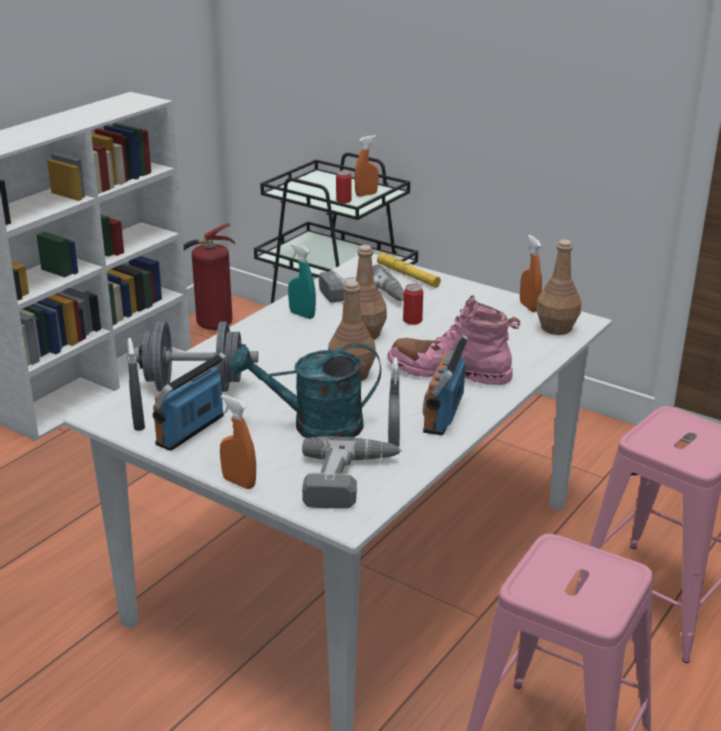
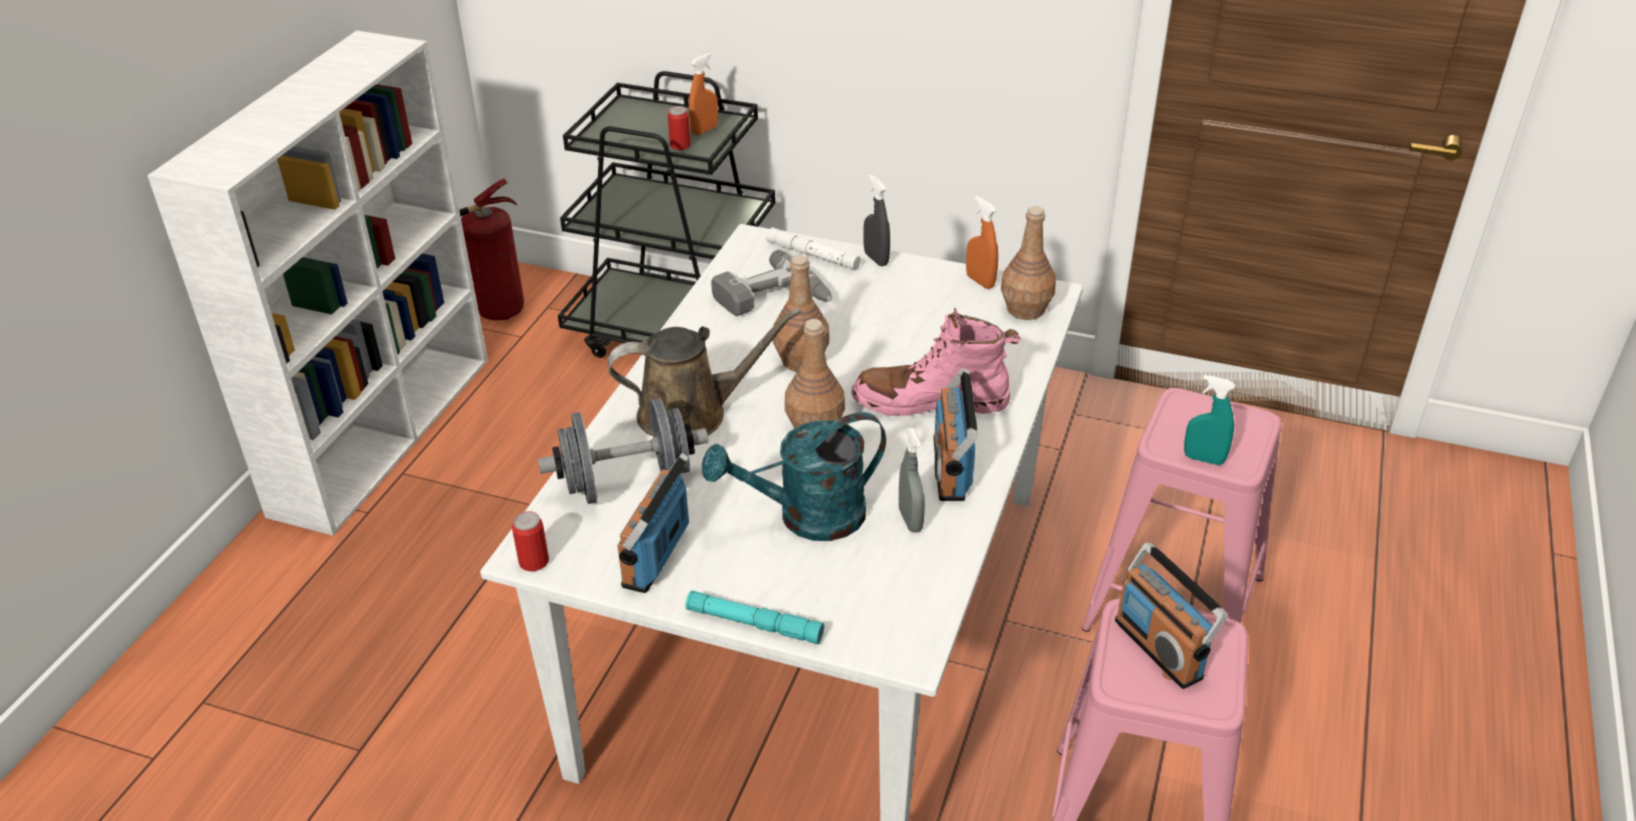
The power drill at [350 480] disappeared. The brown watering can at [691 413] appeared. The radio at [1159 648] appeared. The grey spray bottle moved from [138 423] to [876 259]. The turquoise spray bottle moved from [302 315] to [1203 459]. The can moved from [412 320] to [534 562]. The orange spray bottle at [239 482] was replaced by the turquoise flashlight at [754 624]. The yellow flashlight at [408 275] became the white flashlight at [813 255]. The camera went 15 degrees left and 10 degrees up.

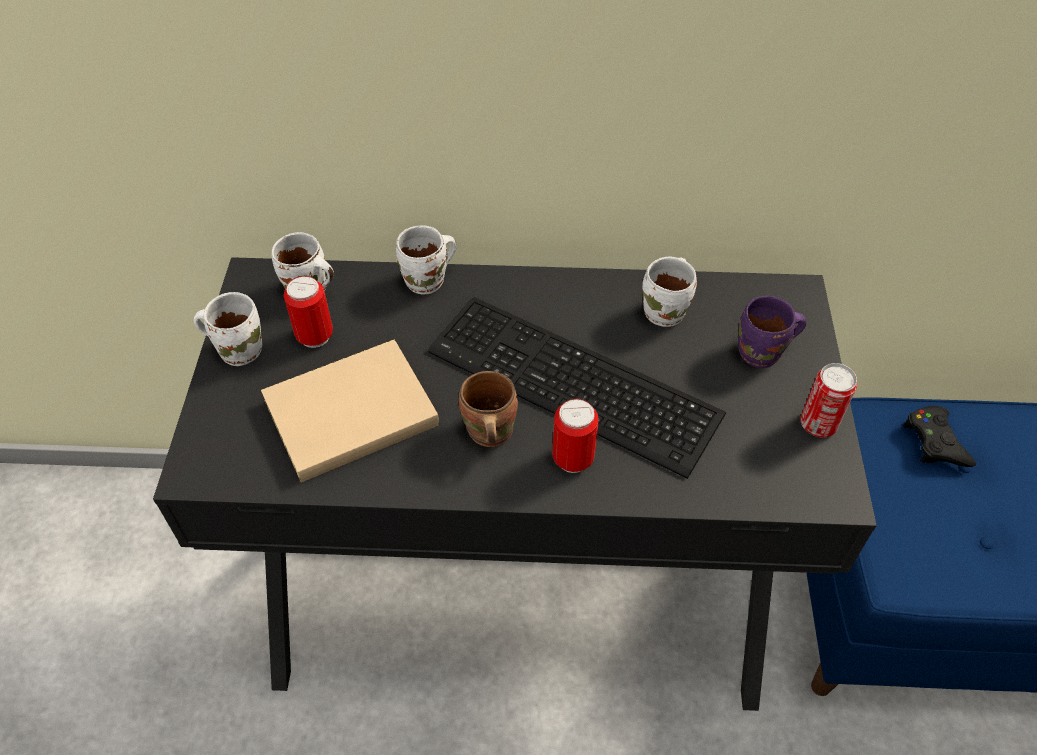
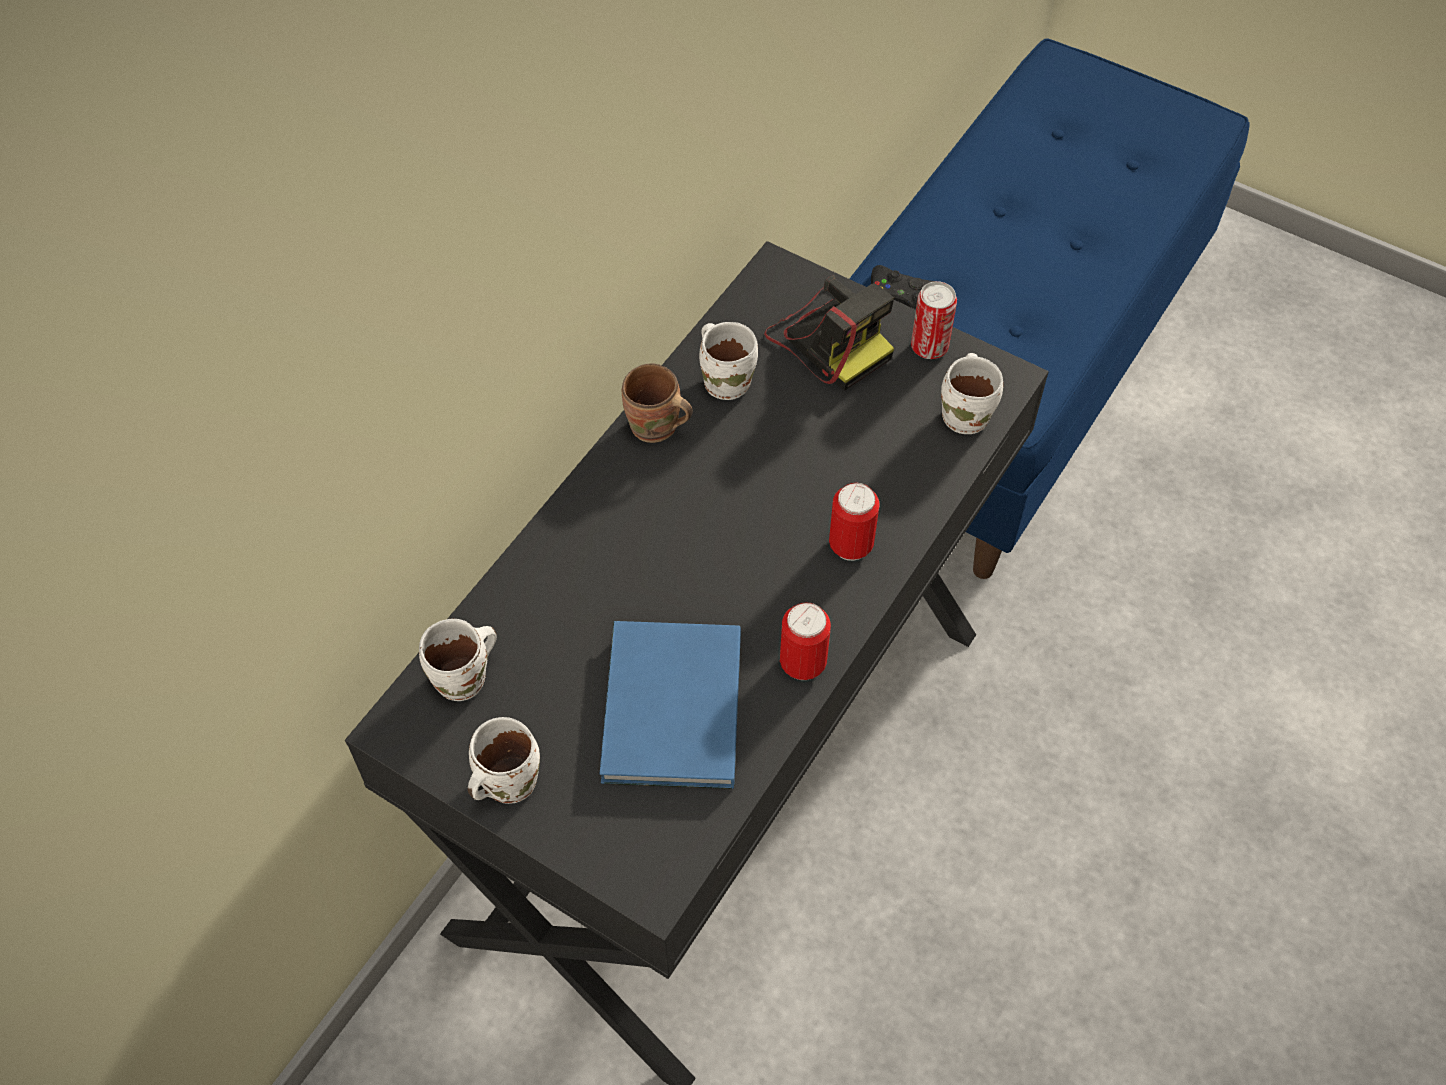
The keyboard at [573 388] disappeared. The can moved from [315 336] to [802 664]. The white mug moved from [428 282] to [968 415]. The brown mug moved from [487 433] to [655 429]. The purple mug at [762 355] was replaced by the photo camera at [829 339]. The beige book at [346 413] became the blue book at [669 712]. The camera went 60 degrees left and 5 degrees up.

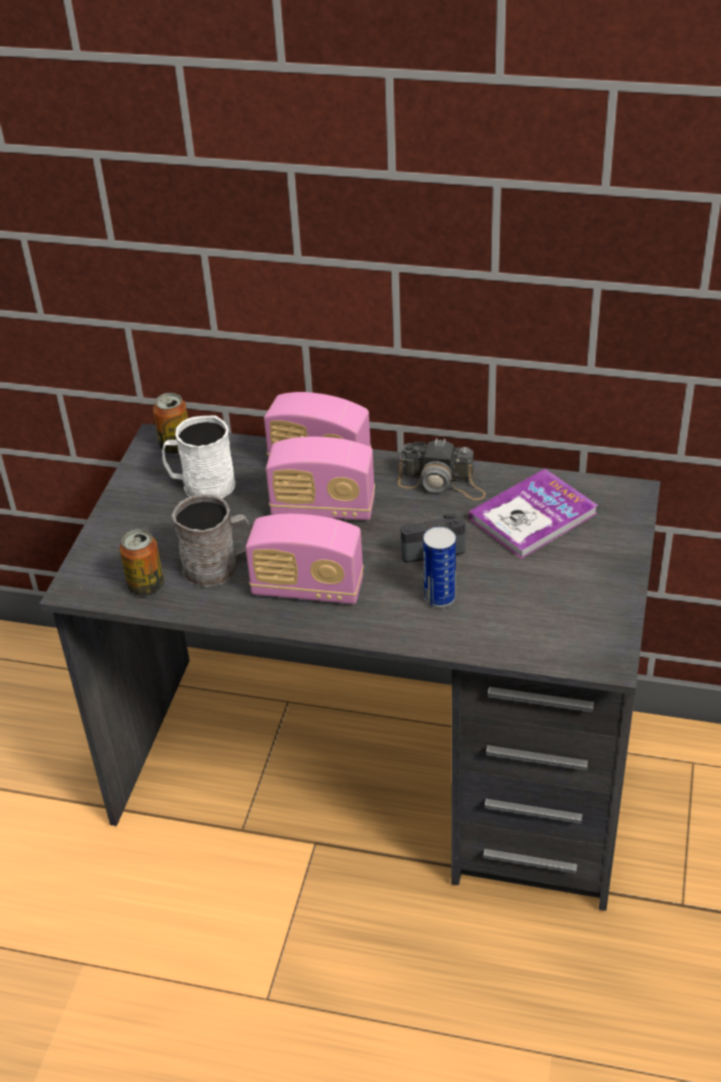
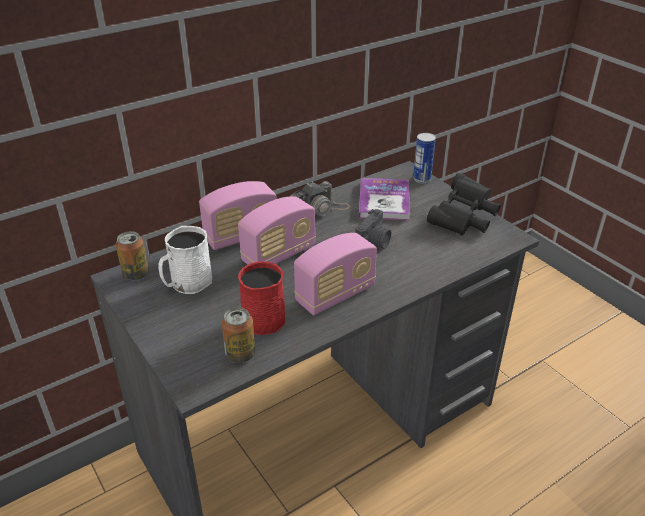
The black binoculars at [463 219] appeared. The can moved from [440 598] to [422 179]. The grey mug at [218 566] became the red mug at [267 316]. The camera went 50 degrees left and 5 degrees down.

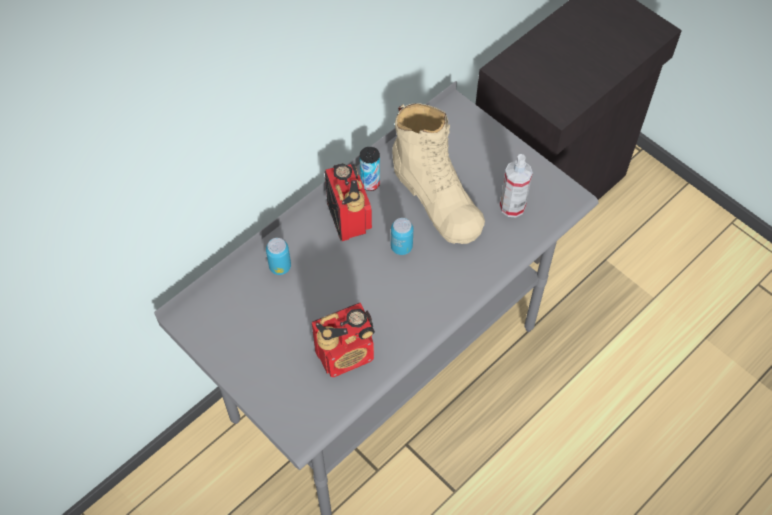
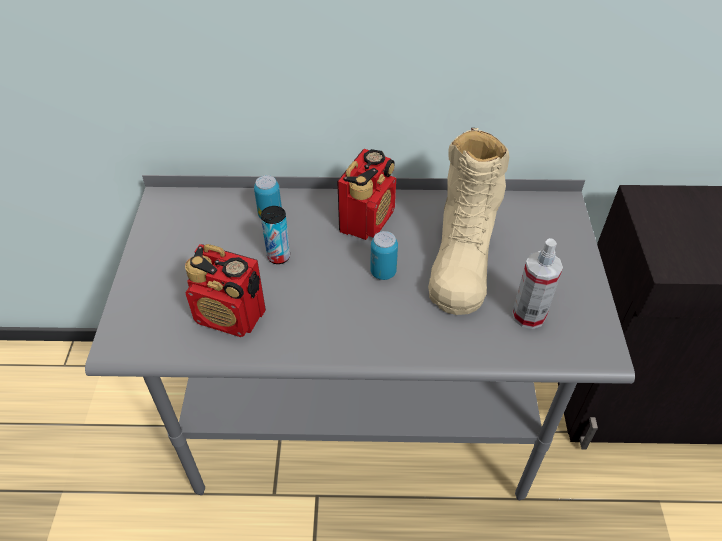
The can moved from [370 184] to [278 256]. The camera went 45 degrees right and 10 degrees down.

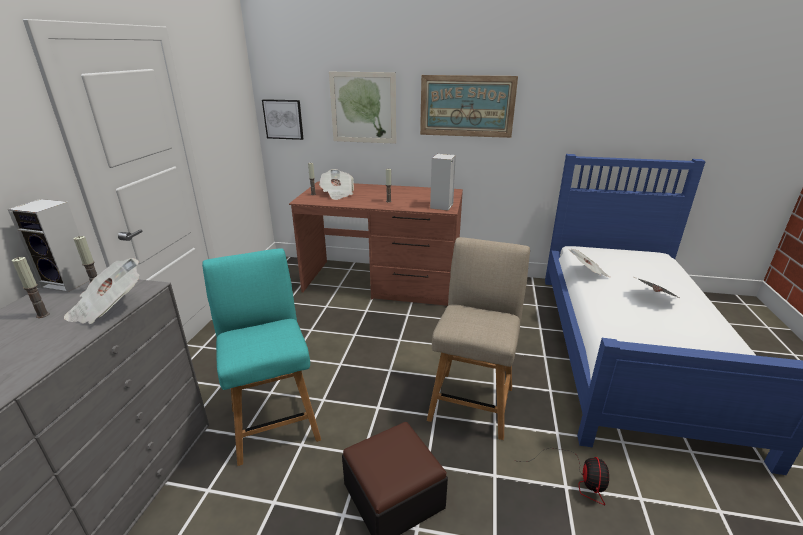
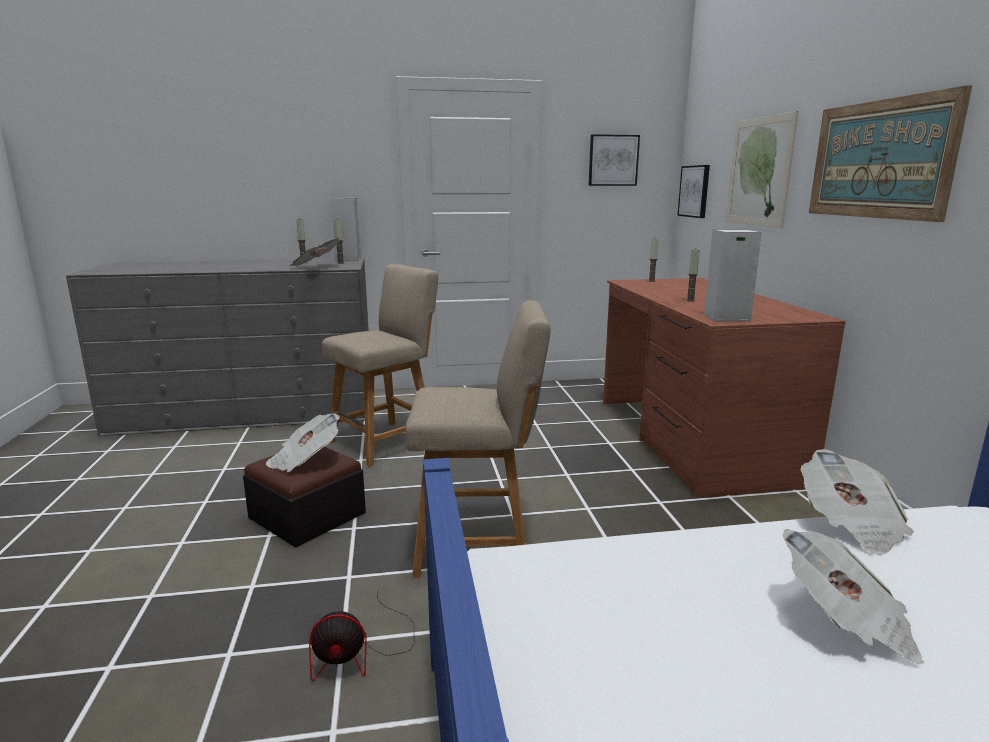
The picture at [613 160] appeared. The newspaper moved from [337 194] to [305 460]. The turquoise chair at [274 420] became the beige chair at [387 441]. The camera went 70 degrees right and 10 degrees down.

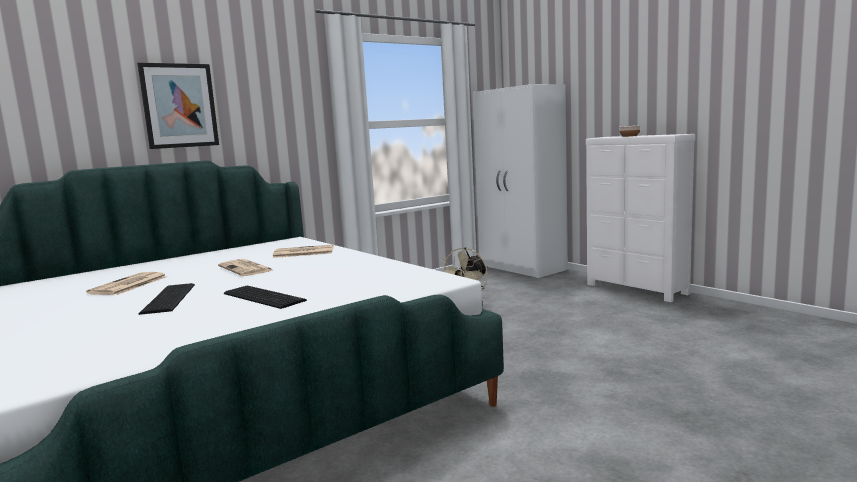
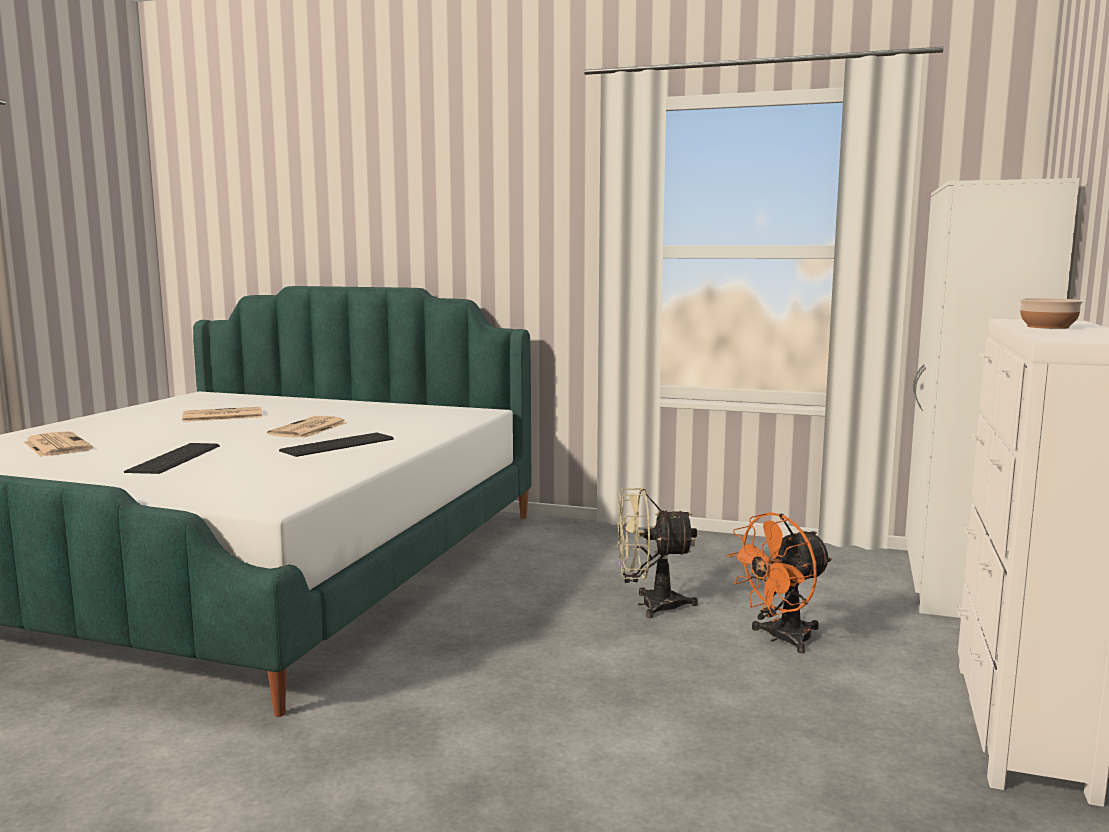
The picture at [179 106] disappeared. The orange fan at [780 639] appeared. The keyboard moved from [167 299] to [335 445]. The newspaper moved from [303 252] to [56 445]. The camera went 55 degrees right and 0 degrees up.

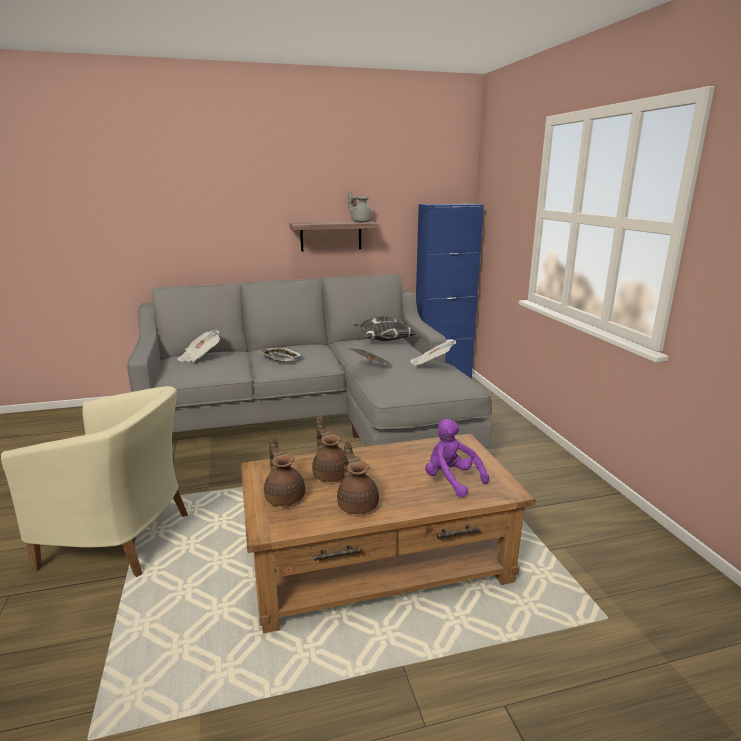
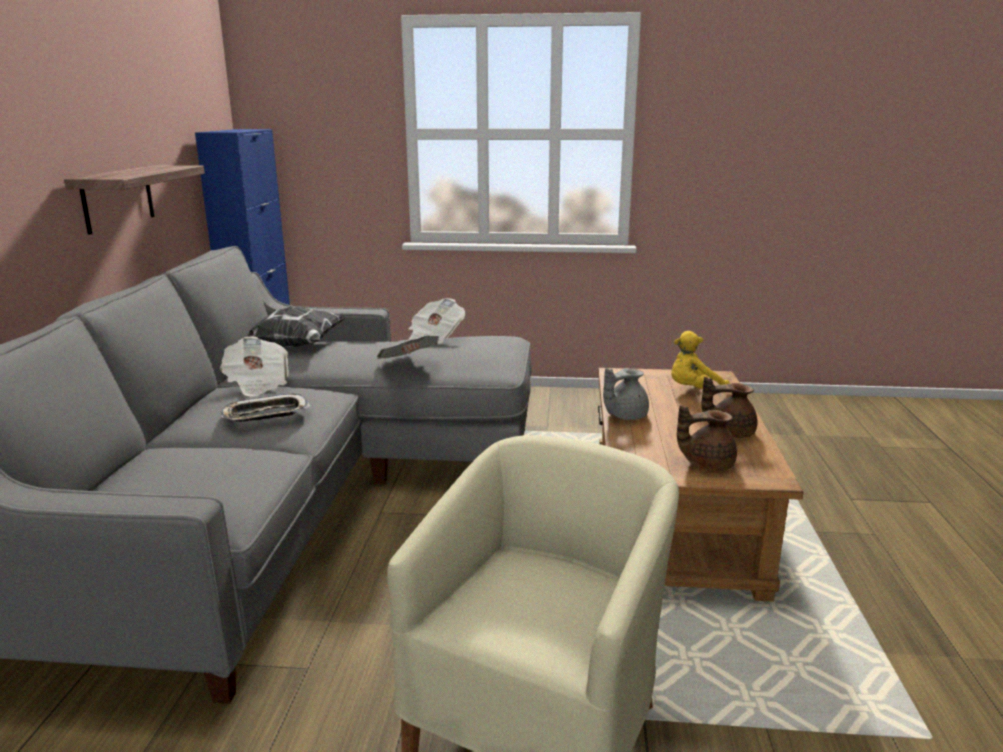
The brown teapot at [331 474] disappeared. The newspaper moved from [200 357] to [257 384]. The grey teapot moved from [361 222] to [624 416]. The purple plush toy at [451 480] became the yellow plush toy at [693 390]. The camera went 70 degrees left and 0 degrees up.

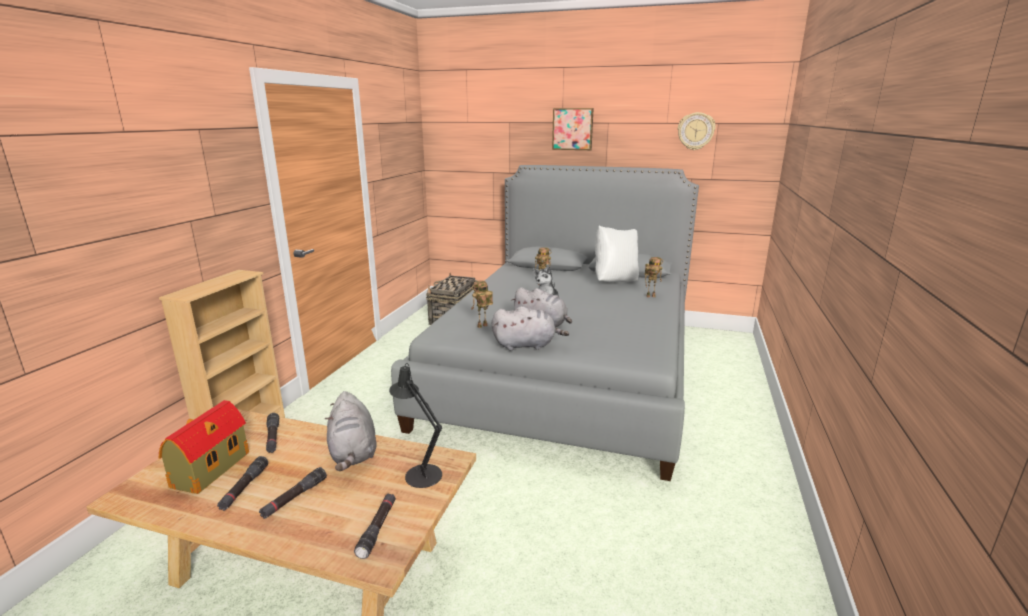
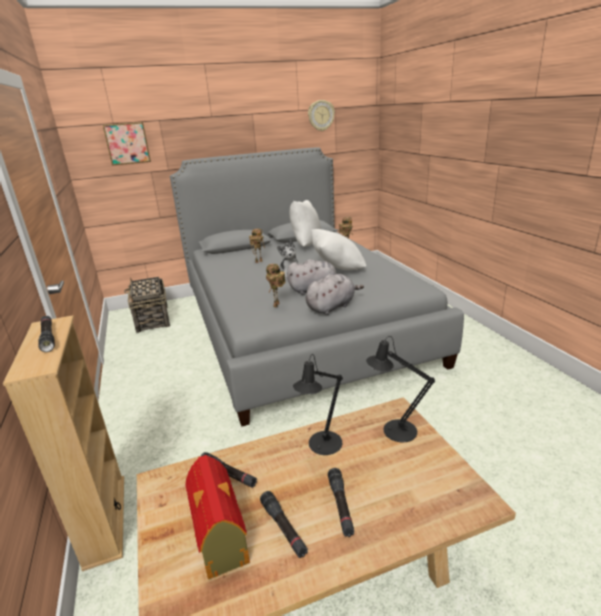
The white pillow at [337 268] appeared. The black flashlight moved from [377 529] to [48 337]. The picture moved from [572 129] to [127 143]. The grey plush toy at [353 453] was replaced by the black table lamp at [322 446]. The camera went 35 degrees left and 5 degrees up.

